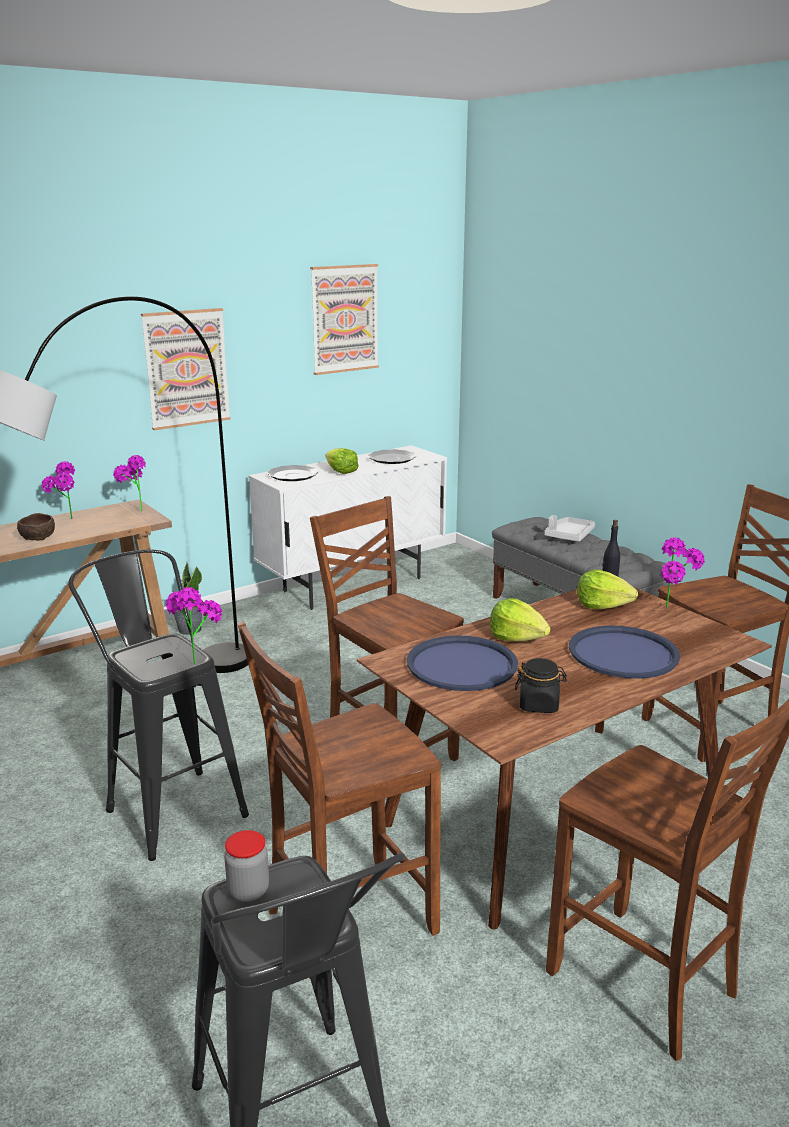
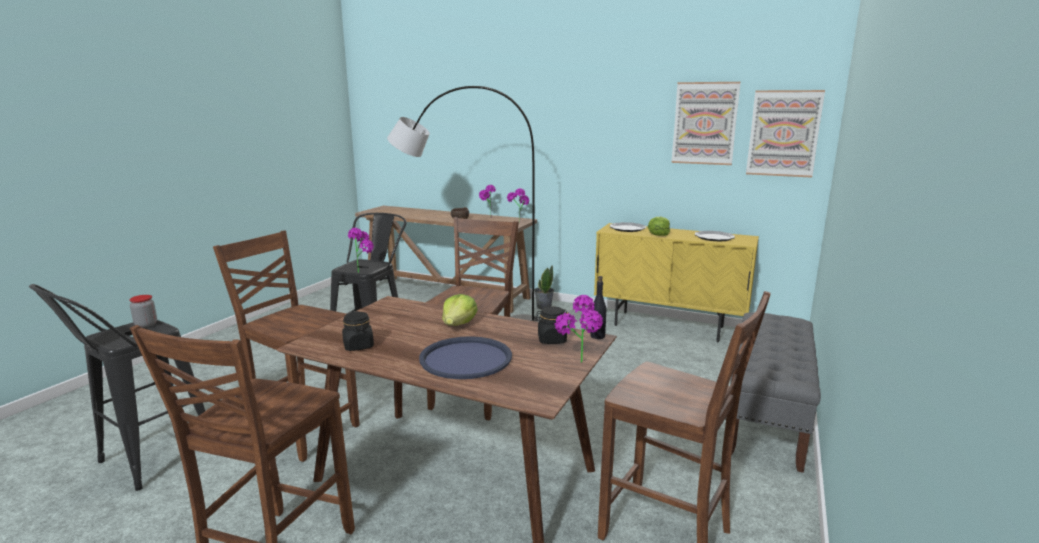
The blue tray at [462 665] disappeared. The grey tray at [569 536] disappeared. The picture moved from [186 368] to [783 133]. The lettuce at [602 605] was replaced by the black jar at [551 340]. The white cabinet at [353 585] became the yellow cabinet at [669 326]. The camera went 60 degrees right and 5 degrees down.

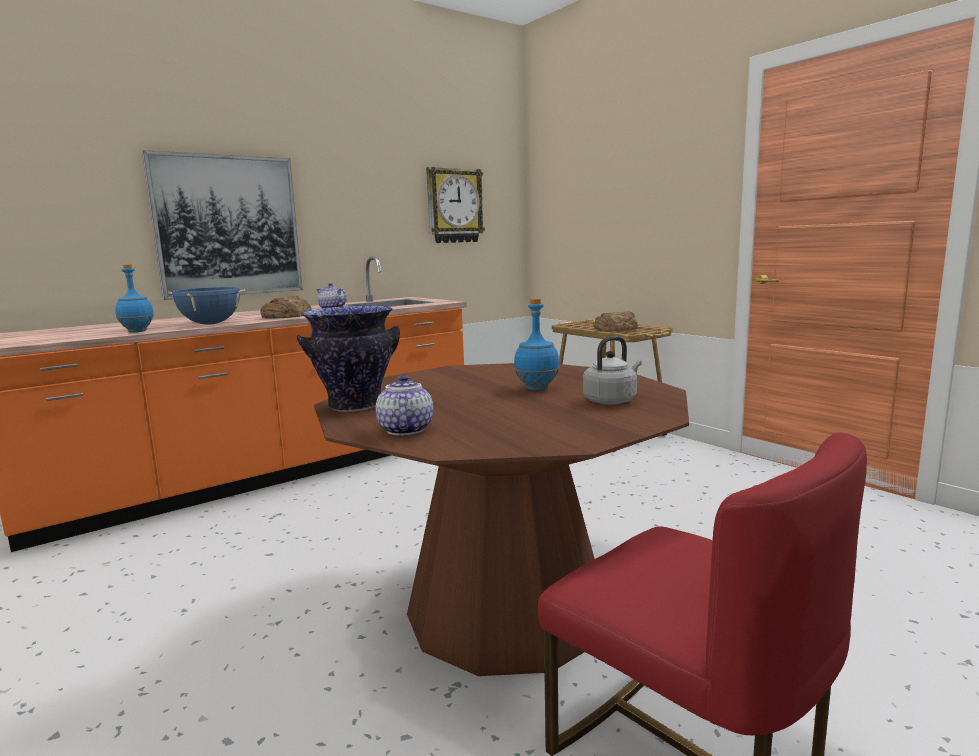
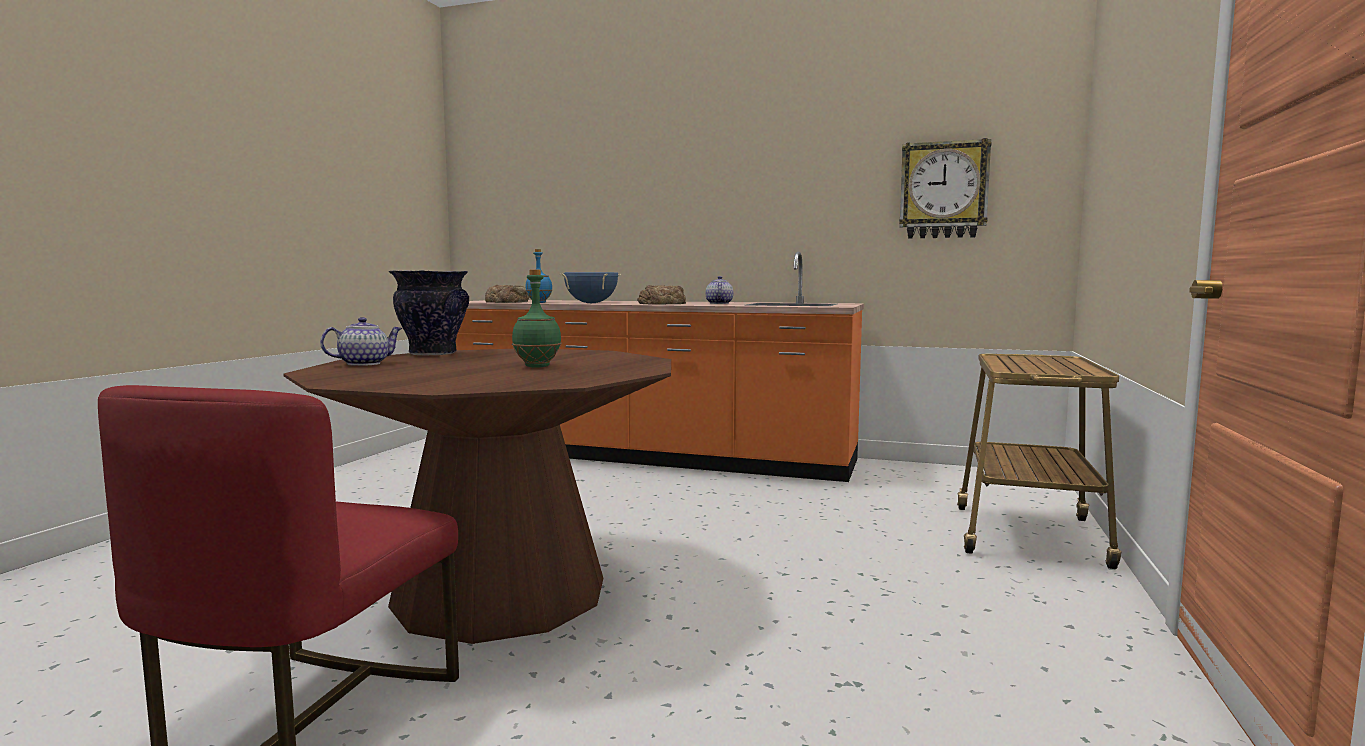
The picture at [228 226] disappeared. The grey kettle at [612 400] disappeared. The bread moved from [616 328] to [507 302]. The blue bottle at [536 388] became the green bottle at [537 366]. The camera went 55 degrees right and 5 degrees down.

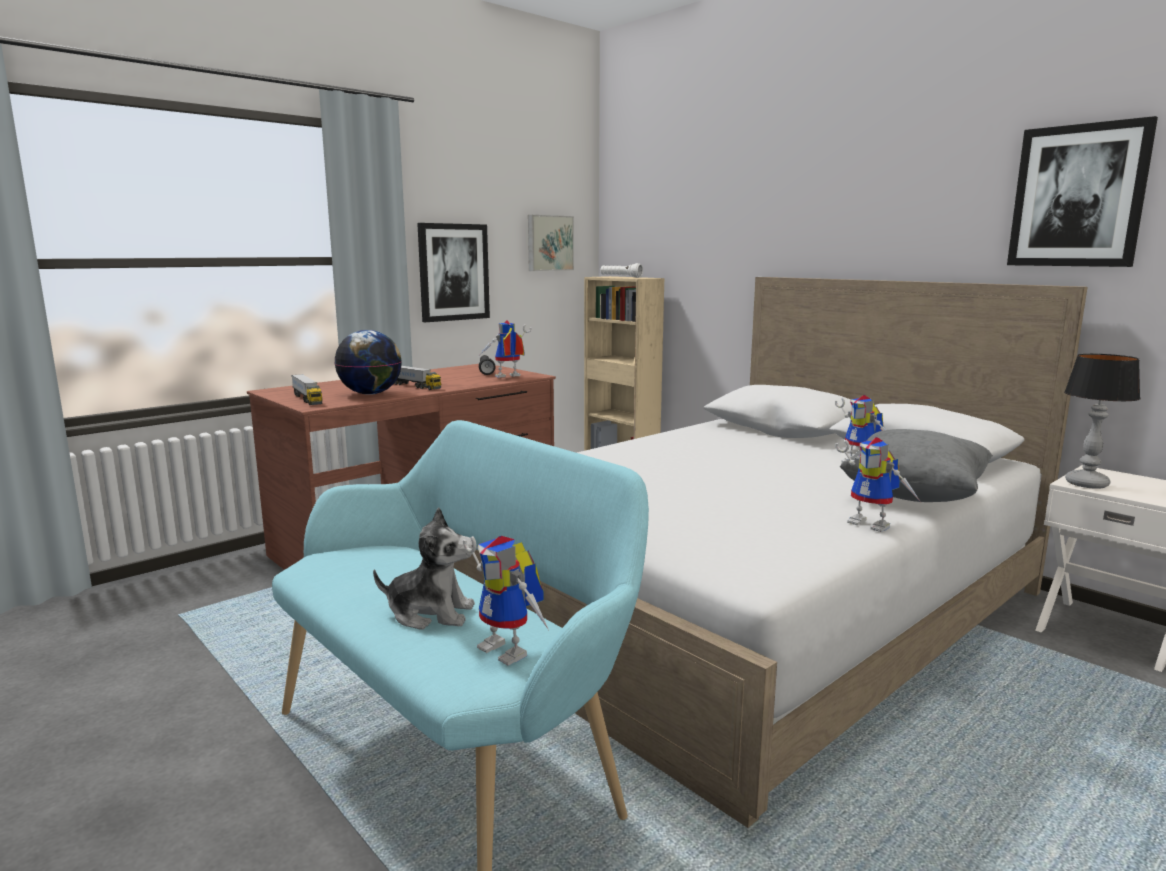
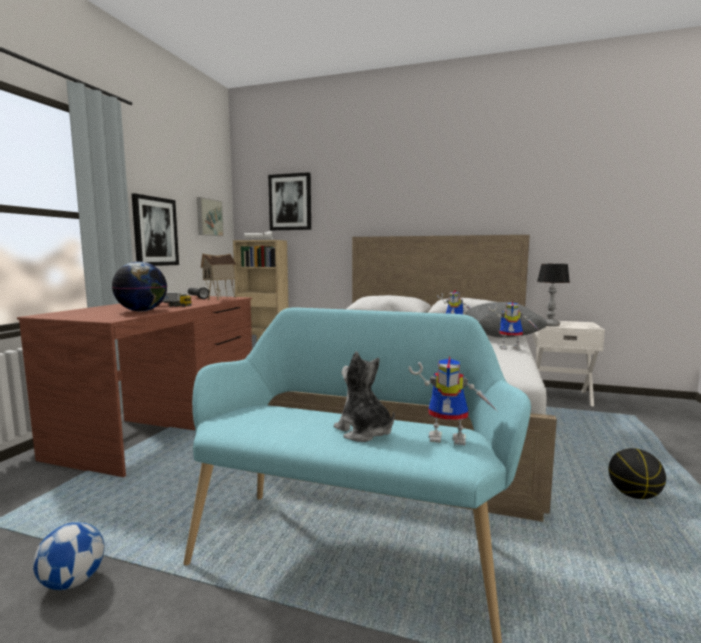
The toy truck at [307 399] disappeared. The football at [73 581] appeared. The basketball at [634 495] appeared. The picture moved from [1078 196] to [290 202]. The toy robot at [506 377] was replaced by the toy house at [221 299]. The plush toy at [431 613] turned 105 degrees counterclockwise. The camera went 30 degrees left and 5 degrees down.

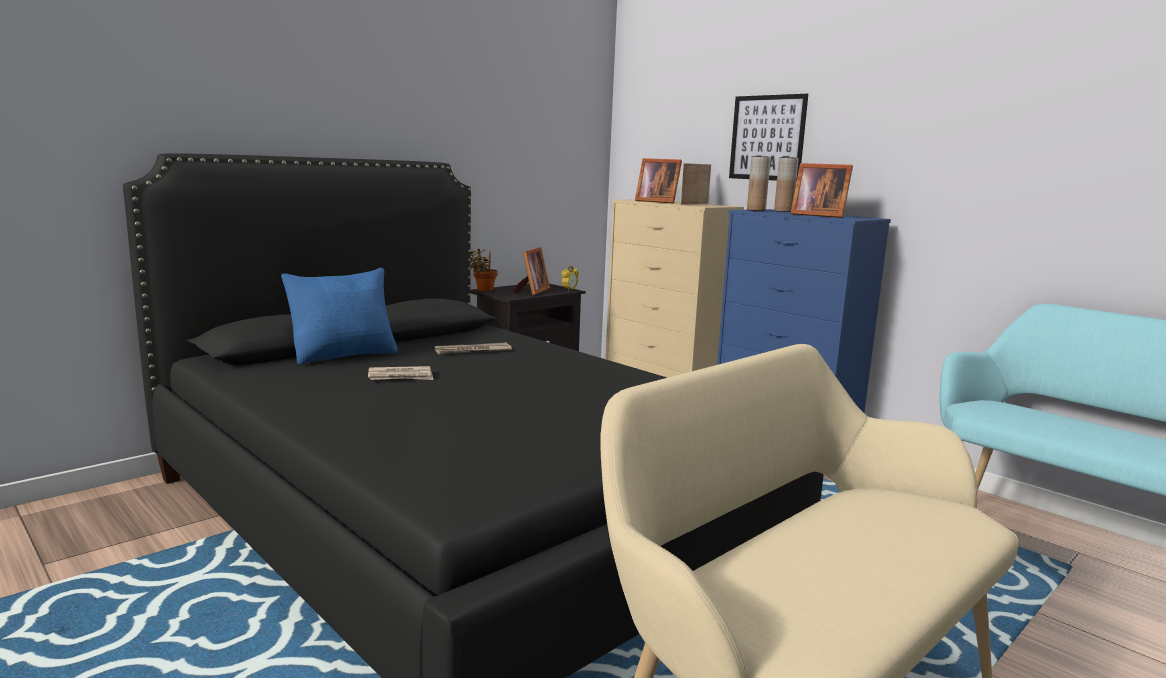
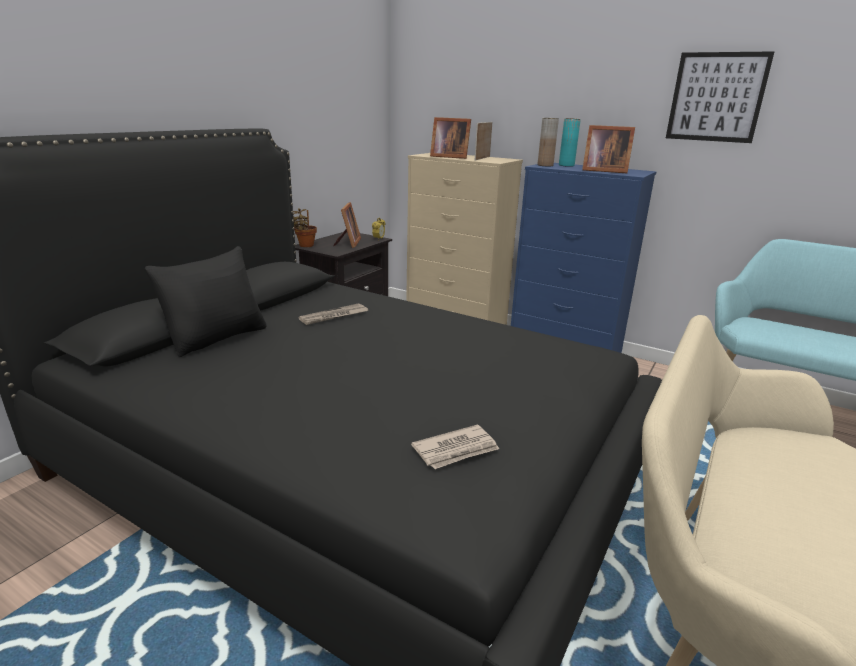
The newspaper moved from [401 377] to [456 450]. The picture moved from [767 138] to [716 97]. The blue pillow at [344 356] became the black pillow at [217 338]. The brown vase at [783 211] became the turquoise vase at [566 165]. The camera went 15 degrees left and 10 degrees up.

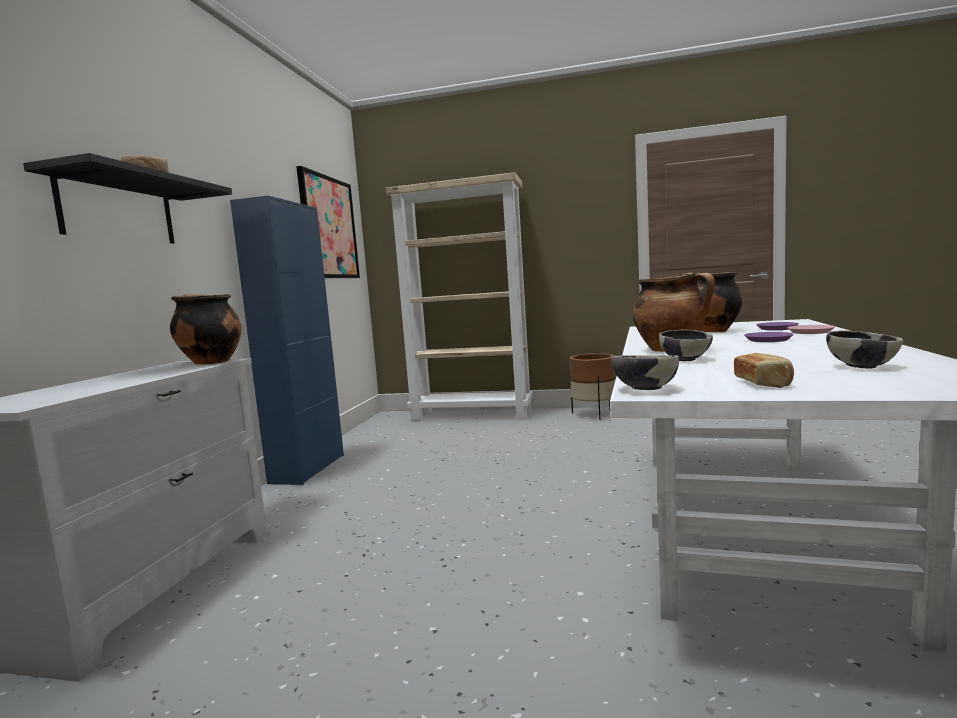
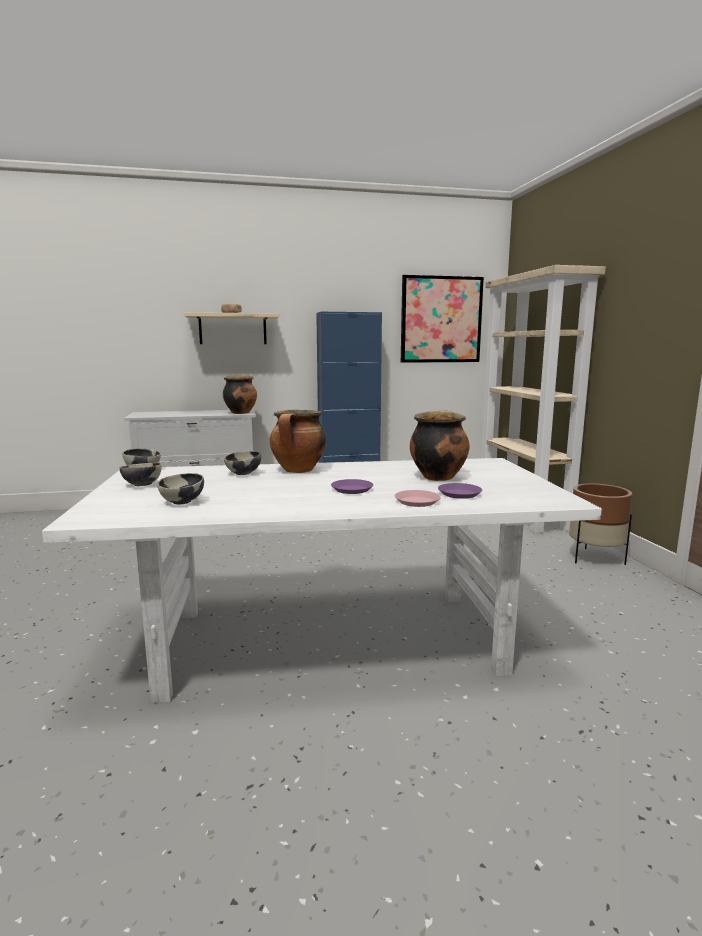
The bread at [764 383] was replaced by the bowl at [142 485]. The black shelf at [118 210] became the beige shelf at [233 329]. The camera went 65 degrees right and 5 degrees up.

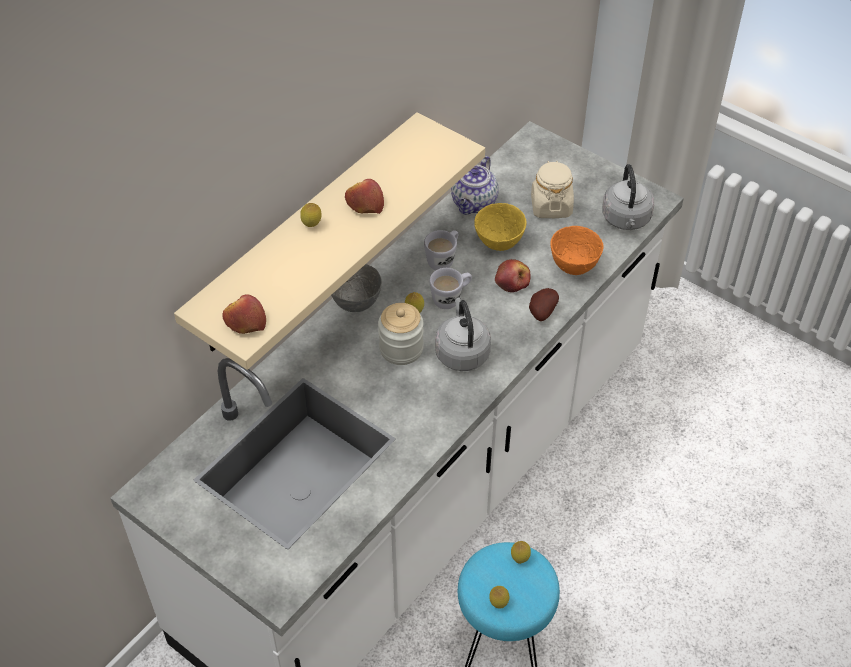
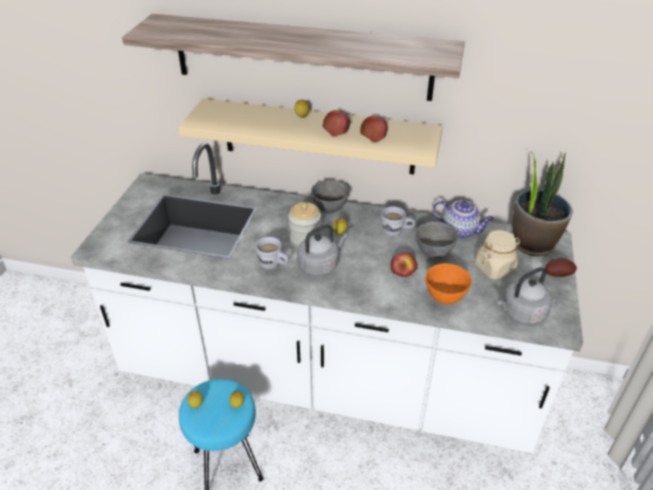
The shelf at [301 57] appeared. The potted plant at [532 243] appeared. The apple moved from [245 322] to [373 135]. The white mug moved from [451 298] to [274 265]. The potato moved from [541 312] to [557 274]. The yellow bowl at [500 243] became the grey bowl at [434 253]. The teapot at [474 203] turned 150 degrees counterclockwise. The camera went 65 degrees right and 10 degrees down.

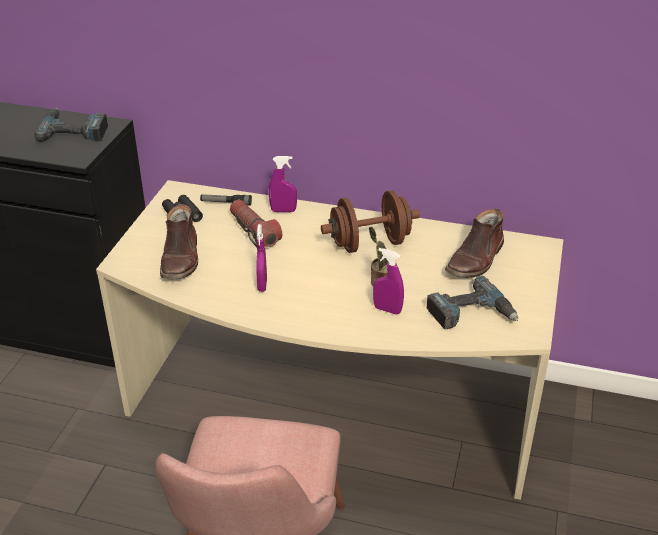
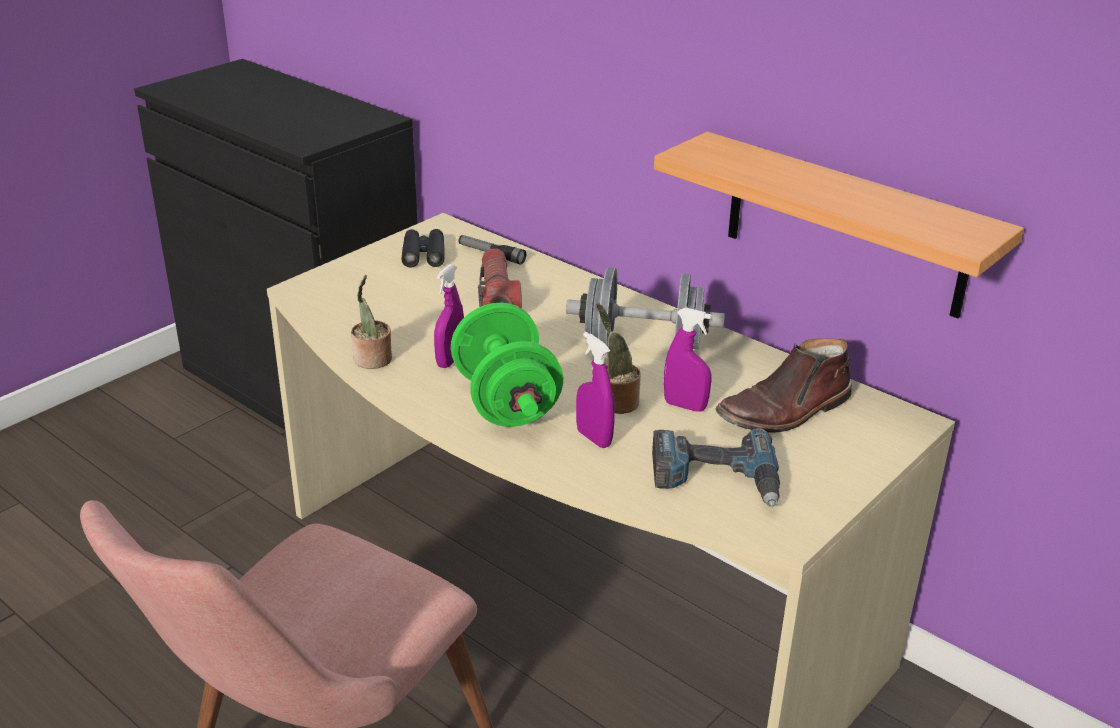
The power drill at [74 131] disappeared. The brown boot at [181 258] disappeared. The potted plant at [372 360] appeared. The green dumbbell at [506 402] appeared. The shelf at [845 225] appeared. The purple spray bottle moved from [283 211] to [685 406]. The brown dumbbell at [369 243] became the grey dumbbell at [642 350]. The camera went 25 degrees right and 5 degrees down.

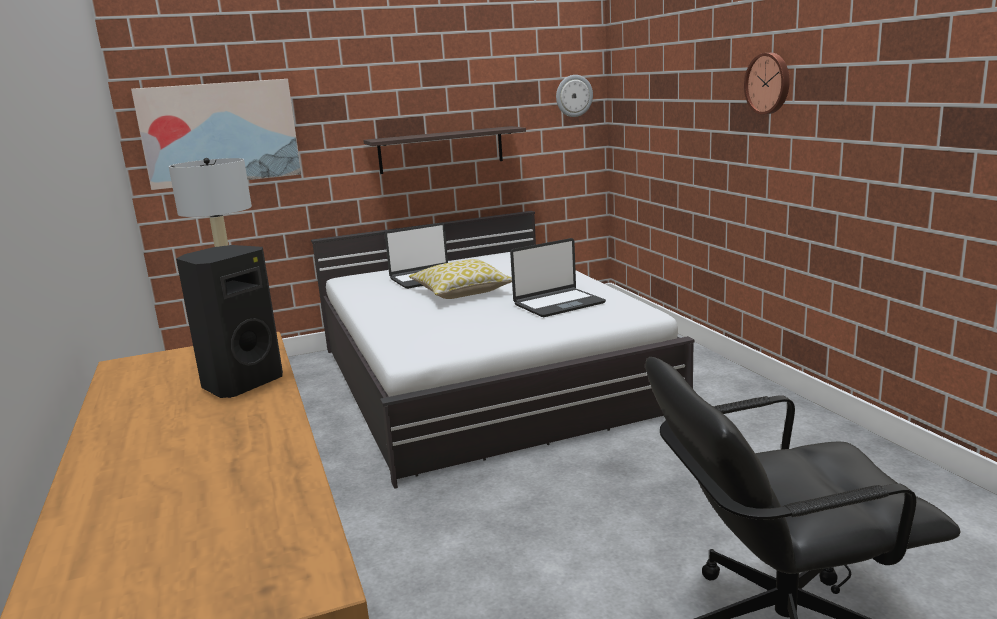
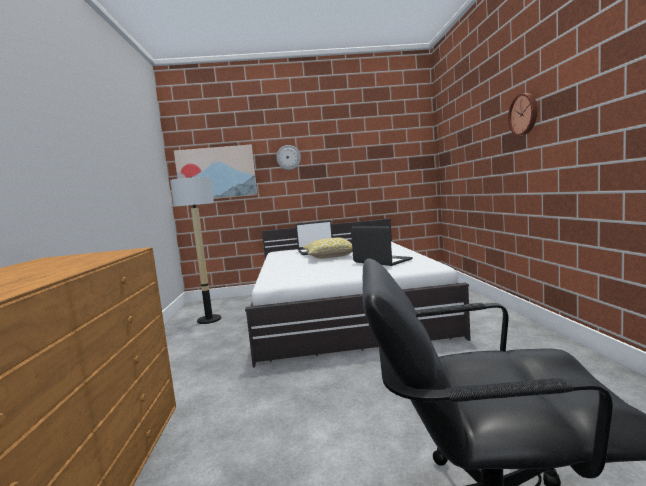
The black speaker at [240 383] disappeared. The shelf at [441 150] disappeared. The wall clock moved from [573 96] to [288 157]. The laptop at [558 304] turned 120 degrees counterclockwise. The camera went 15 degrees right and 10 degrees down.

